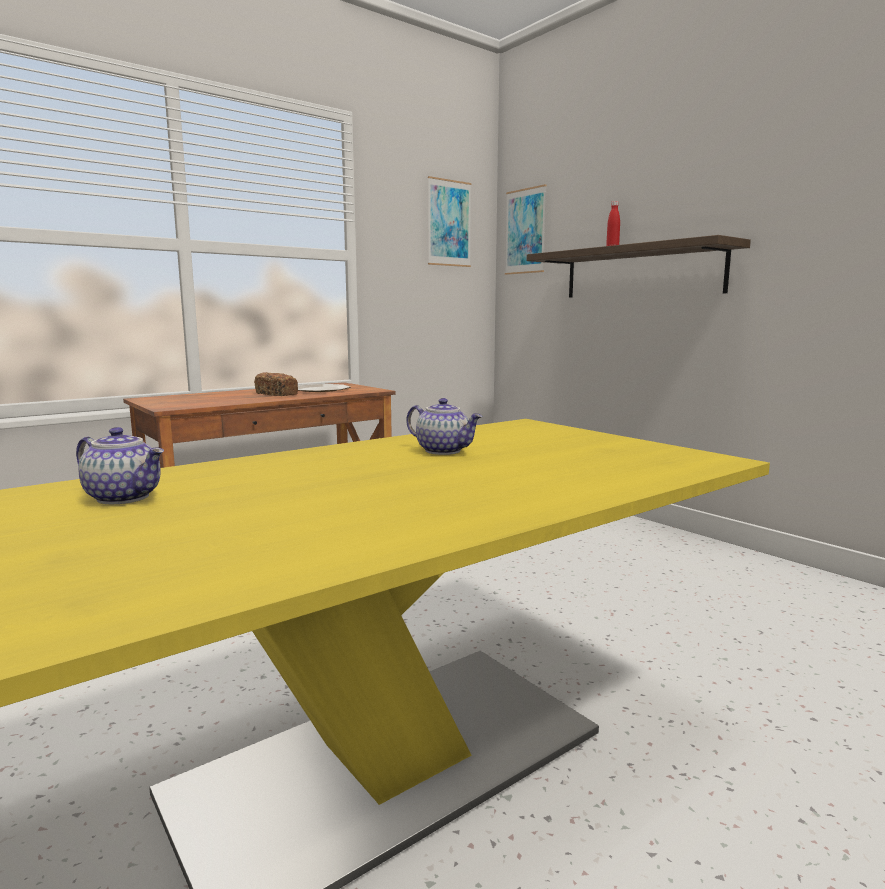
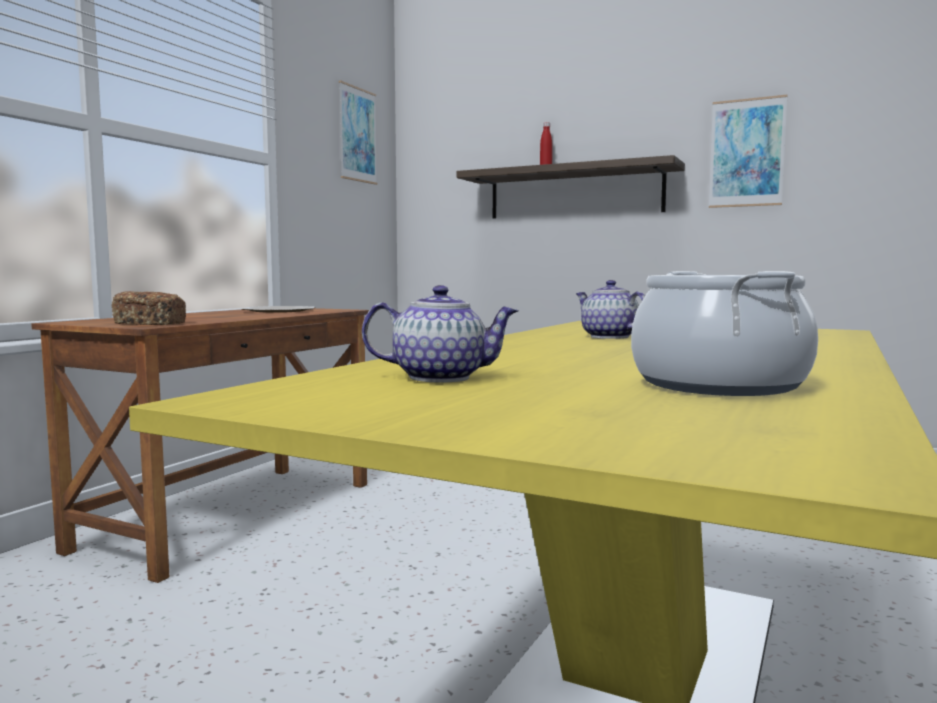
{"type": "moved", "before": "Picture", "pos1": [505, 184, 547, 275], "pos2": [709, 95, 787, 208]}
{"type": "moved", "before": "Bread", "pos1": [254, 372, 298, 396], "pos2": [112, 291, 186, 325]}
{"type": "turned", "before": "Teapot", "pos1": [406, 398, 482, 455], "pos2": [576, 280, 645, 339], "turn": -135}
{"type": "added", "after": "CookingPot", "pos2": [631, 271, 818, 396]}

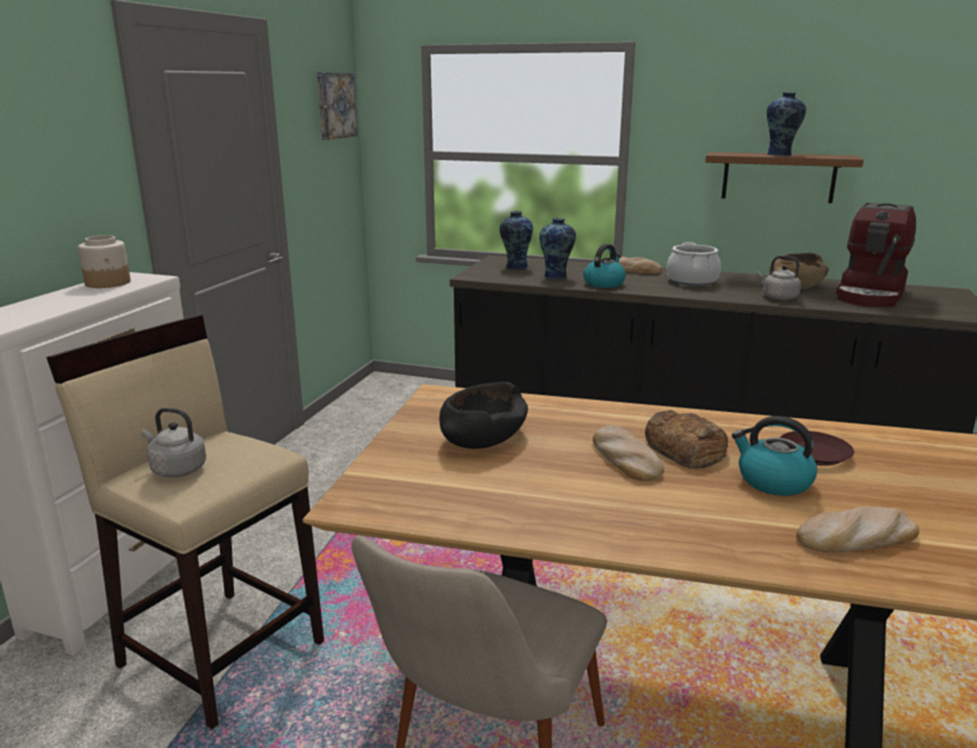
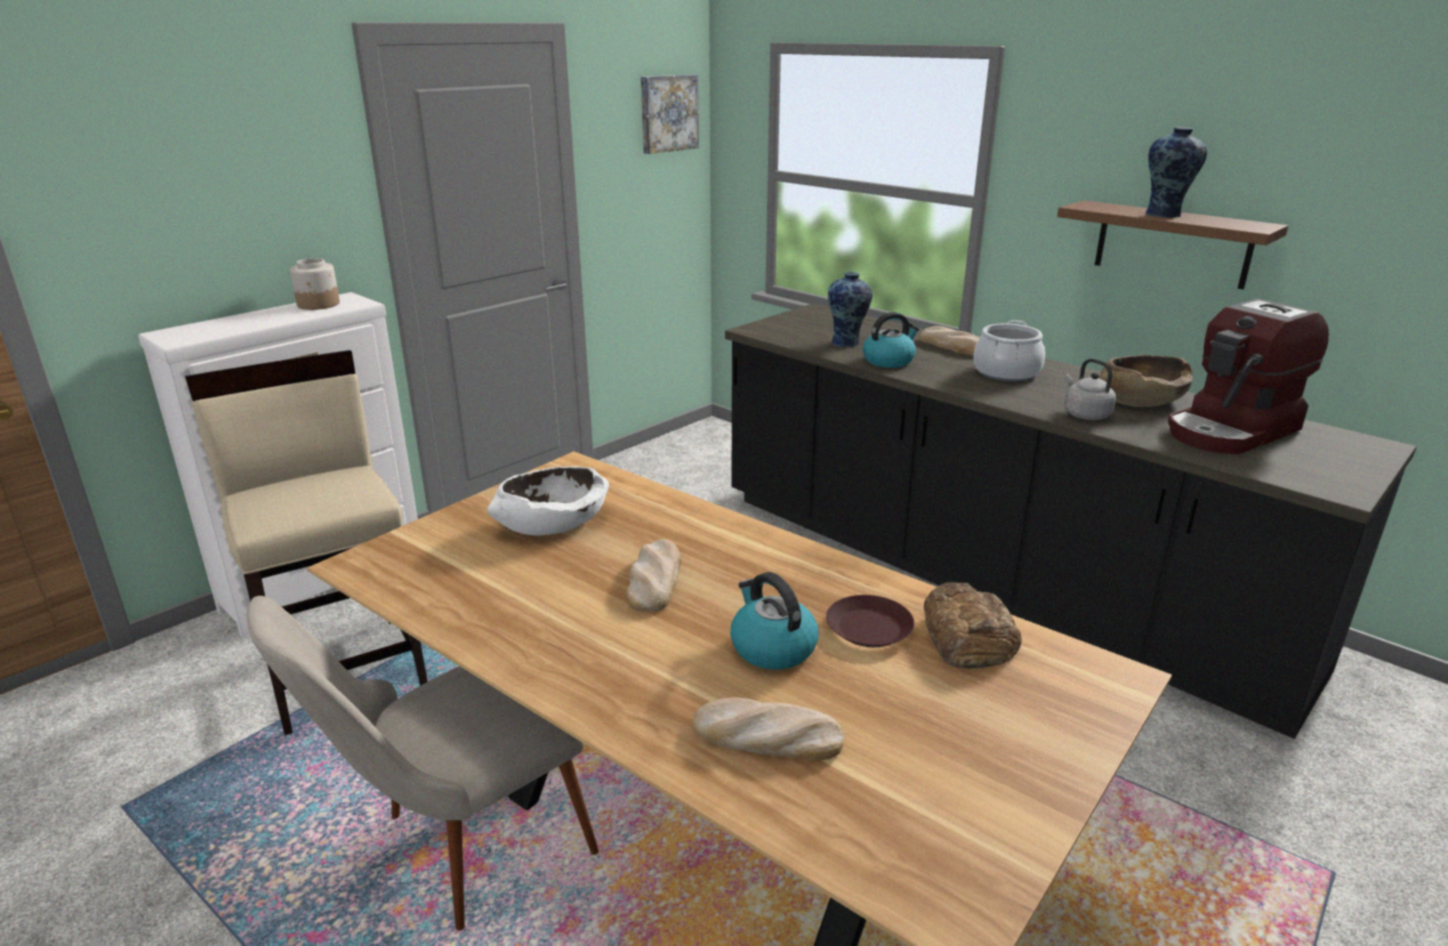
{"type": "removed", "before": "Vase", "pos1": [500, 211, 533, 269]}
{"type": "recoloured", "before": "BlackBowl", "after": "WhiteBowl", "pos1": [439, 382, 528, 449], "pos2": [487, 466, 609, 536]}
{"type": "removed", "before": "GreyKettle", "pos1": [142, 408, 206, 478]}
{"type": "moved", "before": "Bread", "pos1": [645, 410, 728, 469], "pos2": [924, 582, 1022, 669]}

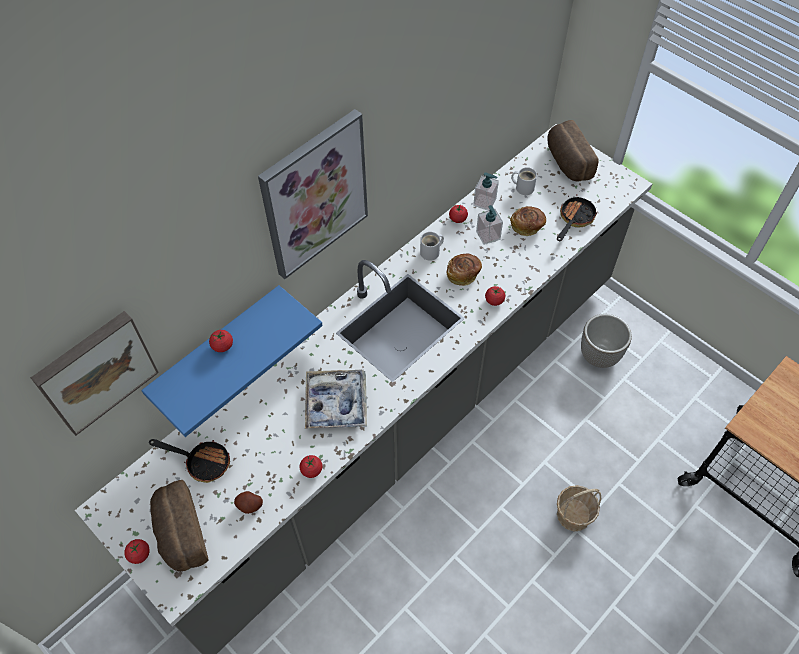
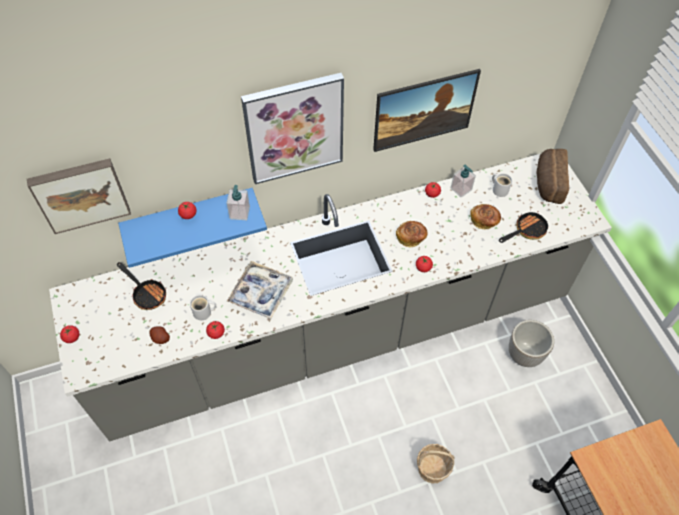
{"type": "moved", "before": "SoapDispenser", "pos1": [476, 205, 503, 245], "pos2": [227, 185, 250, 220]}
{"type": "moved", "before": "WhiteMug", "pos1": [420, 232, 444, 261], "pos2": [190, 295, 216, 320]}
{"type": "removed", "before": "Bread", "pos1": [150, 480, 209, 572]}
{"type": "added", "after": "Picture", "pos2": [373, 69, 481, 152]}

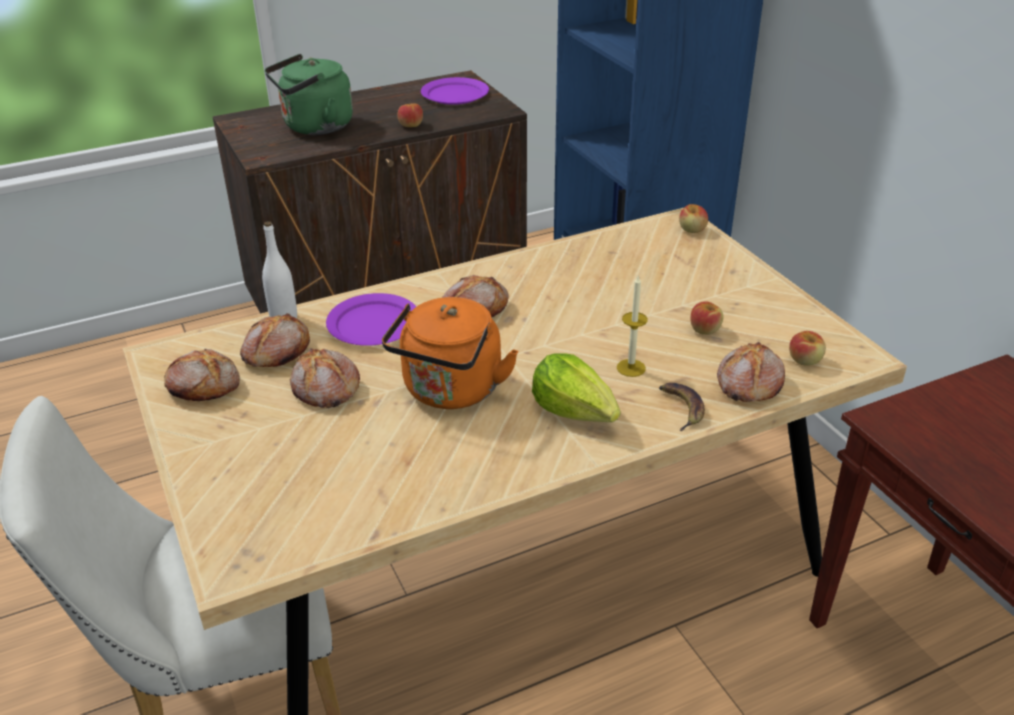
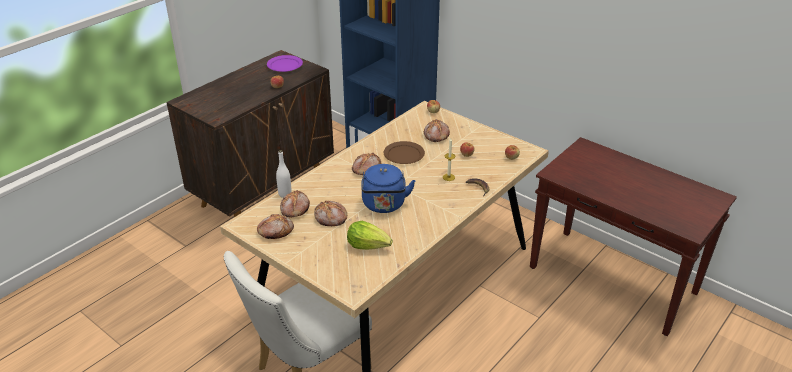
{"type": "removed", "before": "GreenKettle", "pos1": [265, 54, 353, 135]}
{"type": "removed", "before": "PurplePlate", "pos1": [326, 293, 416, 346]}
{"type": "recoloured", "before": "OrangeKettle", "after": "BlueKettle", "pos1": [382, 297, 519, 409], "pos2": [361, 164, 415, 213]}
{"type": "moved", "before": "Bread", "pos1": [717, 342, 785, 402], "pos2": [424, 119, 450, 142]}
{"type": "moved", "before": "Lettuce", "pos1": [532, 353, 620, 422], "pos2": [347, 221, 393, 250]}
{"type": "added", "after": "BrownPlate", "pos2": [384, 141, 425, 164]}

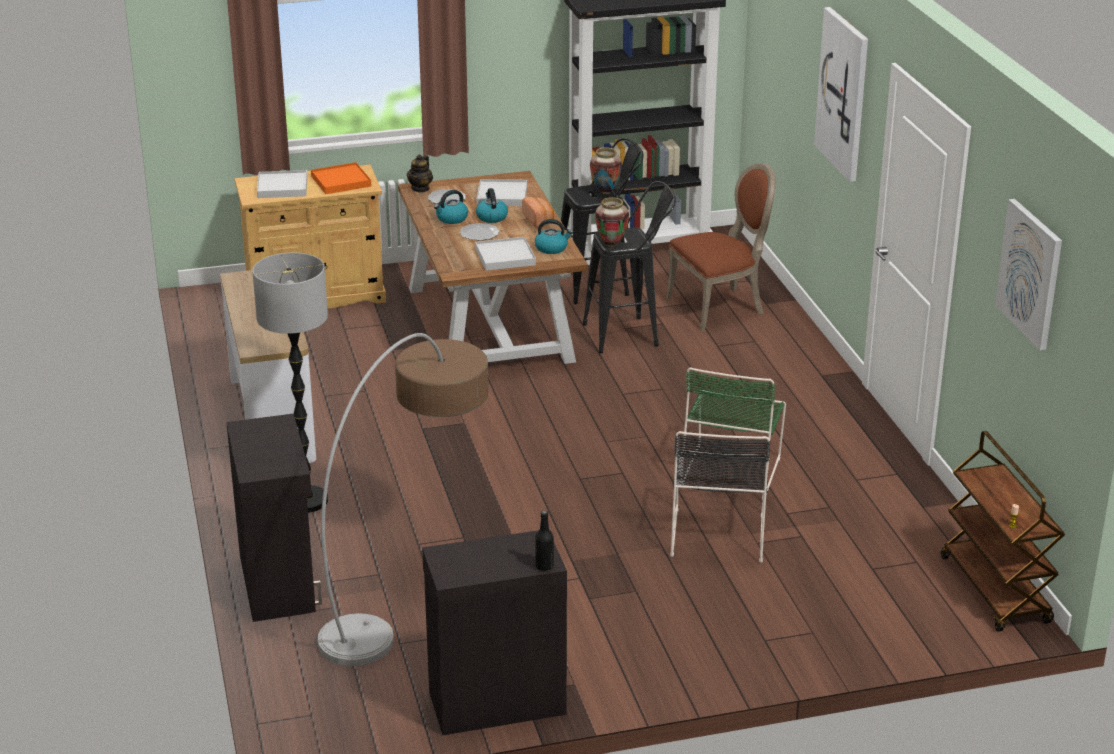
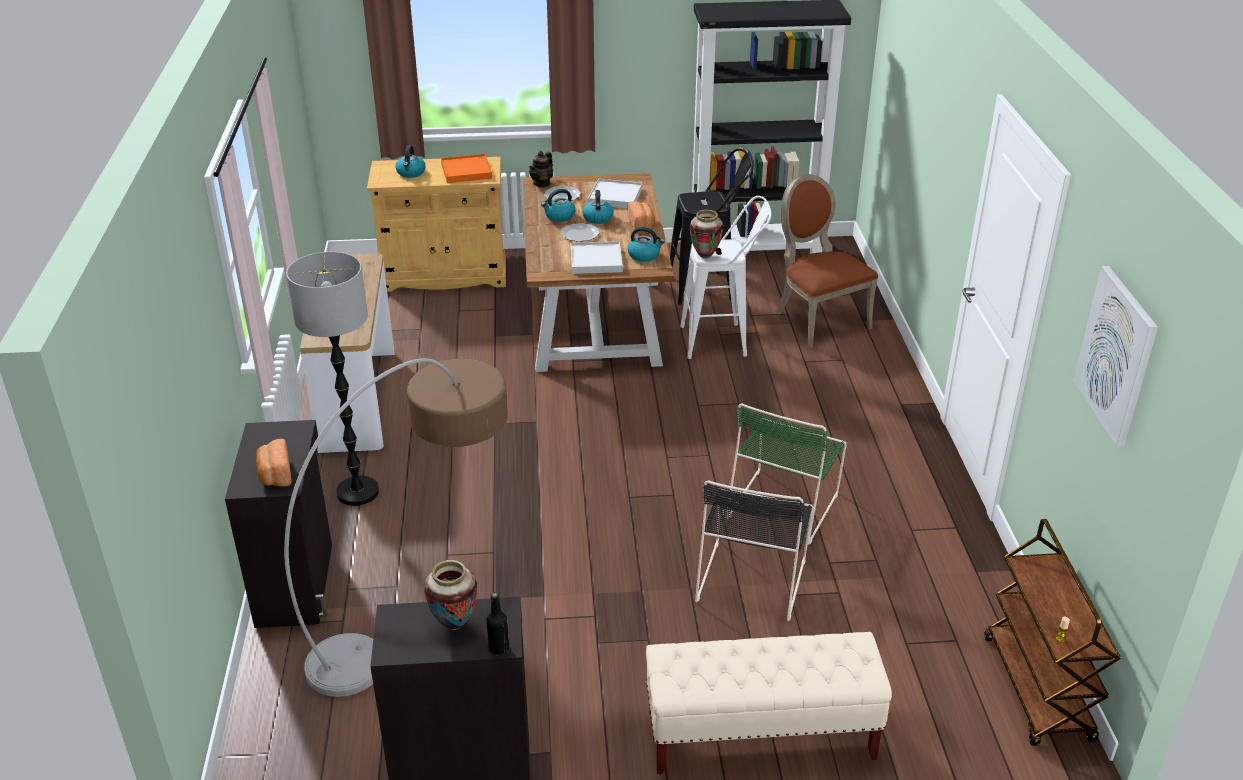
{"type": "removed", "before": "Picture", "pos1": [814, 7, 868, 182]}
{"type": "moved", "before": "Vase", "pos1": [590, 147, 622, 195], "pos2": [424, 560, 477, 630]}
{"type": "turned", "before": "BrownChair", "pos1": [666, 164, 776, 332], "pos2": [775, 174, 878, 349], "turn": -105}
{"type": "replaced", "before": "WhiteTray", "after": "Kettle", "pos1": [257, 170, 307, 198], "pos2": [395, 145, 426, 178]}
{"type": "recoloured", "before": "BlackStool", "after": "WhiteStool", "pos1": [583, 181, 676, 353], "pos2": [680, 196, 772, 359]}
{"type": "added", "after": "Bread", "pos2": [256, 439, 292, 487]}
{"type": "added", "after": "BeigeBench", "pos2": [646, 632, 892, 774]}

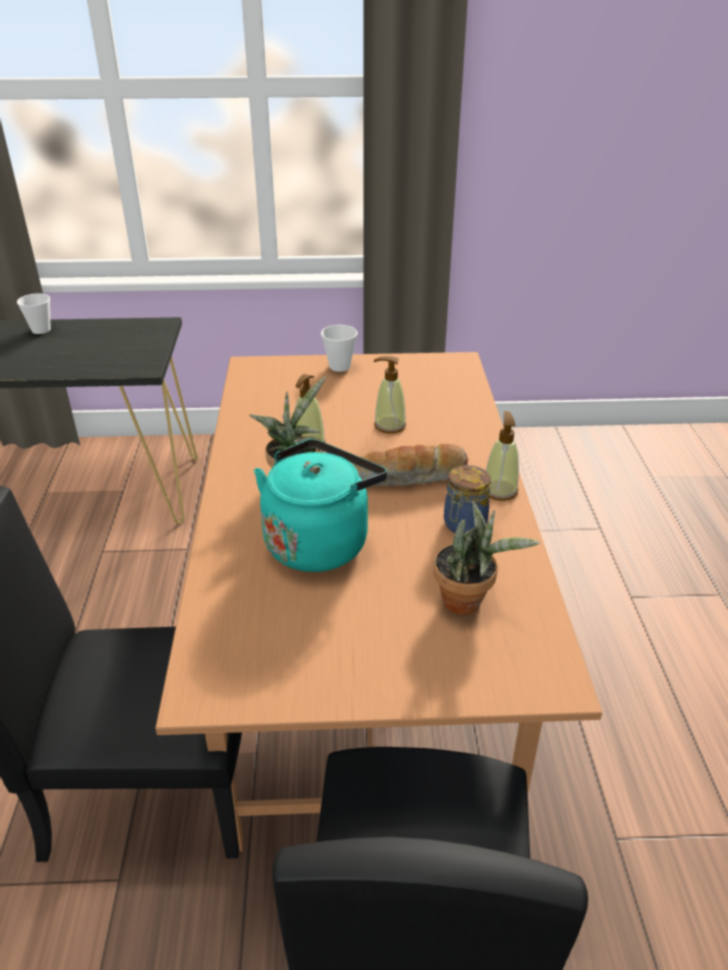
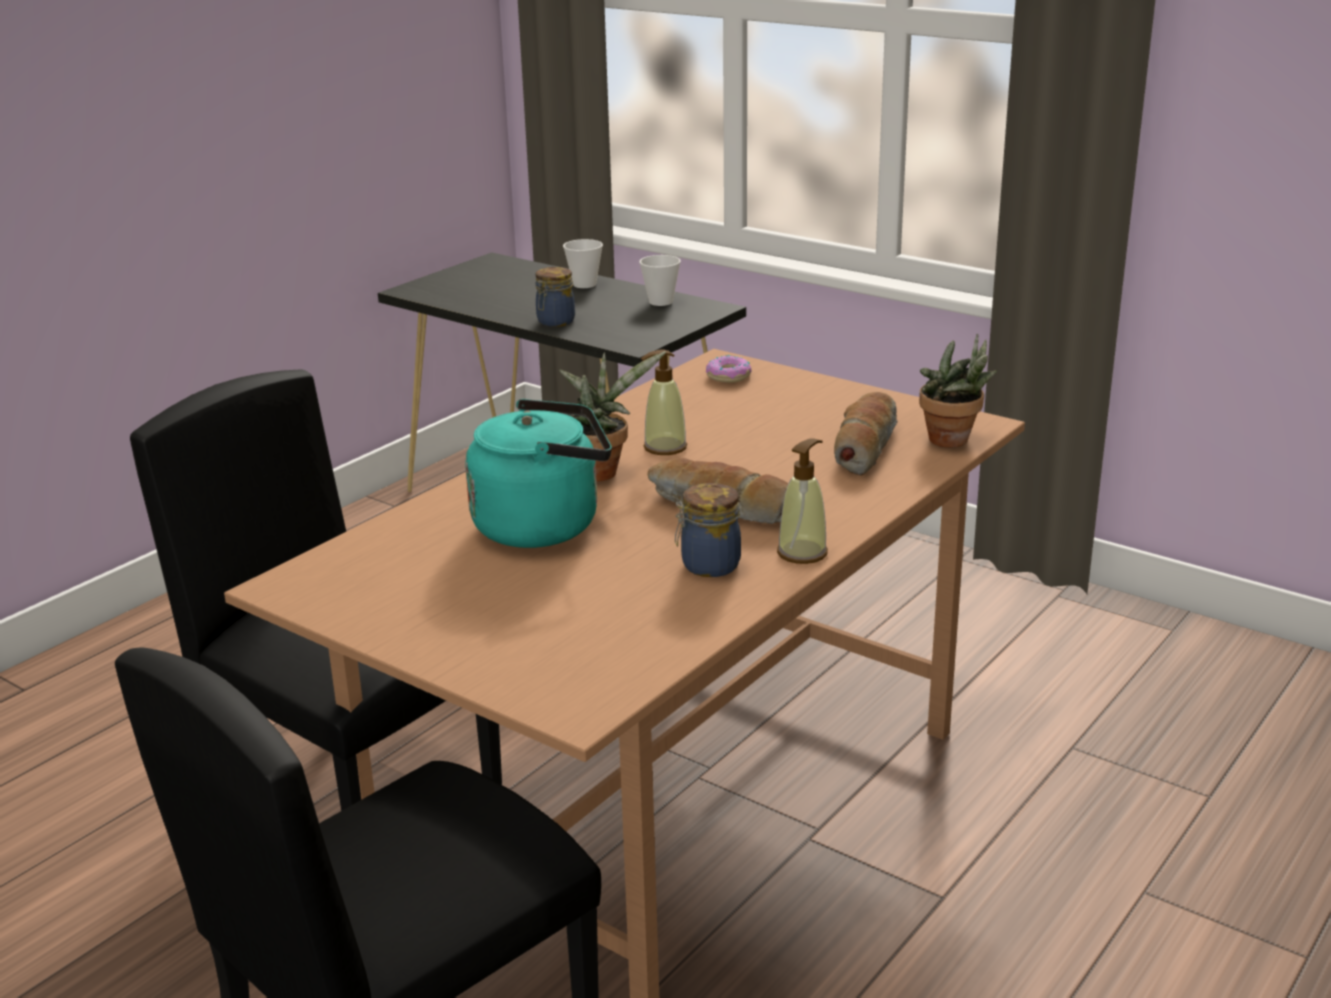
{"type": "moved", "before": "Cup", "pos1": [321, 325, 358, 372], "pos2": [639, 255, 681, 306]}
{"type": "removed", "before": "SoapDispenser", "pos1": [374, 356, 406, 434]}
{"type": "moved", "before": "PottedPlant", "pos1": [434, 501, 540, 615], "pos2": [919, 334, 997, 448]}
{"type": "added", "after": "Jar", "pos2": [535, 267, 575, 327]}
{"type": "added", "after": "Donut", "pos2": [706, 355, 751, 383]}
{"type": "added", "after": "Bread", "pos2": [834, 392, 898, 476]}

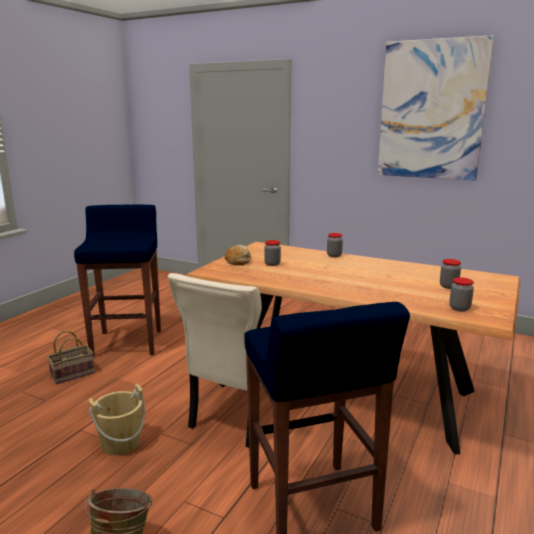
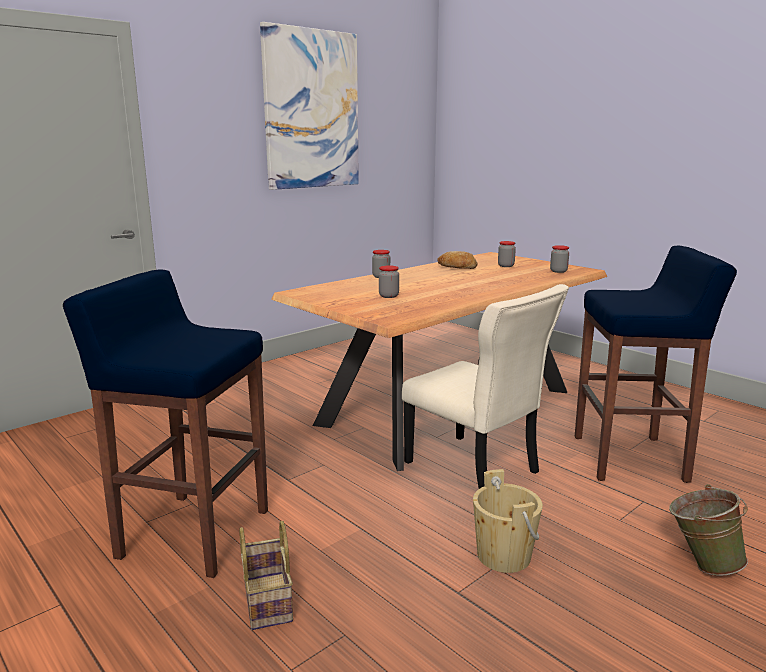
{"type": "moved", "before": "Bread", "pos1": [225, 245, 251, 266], "pos2": [437, 251, 477, 269]}

